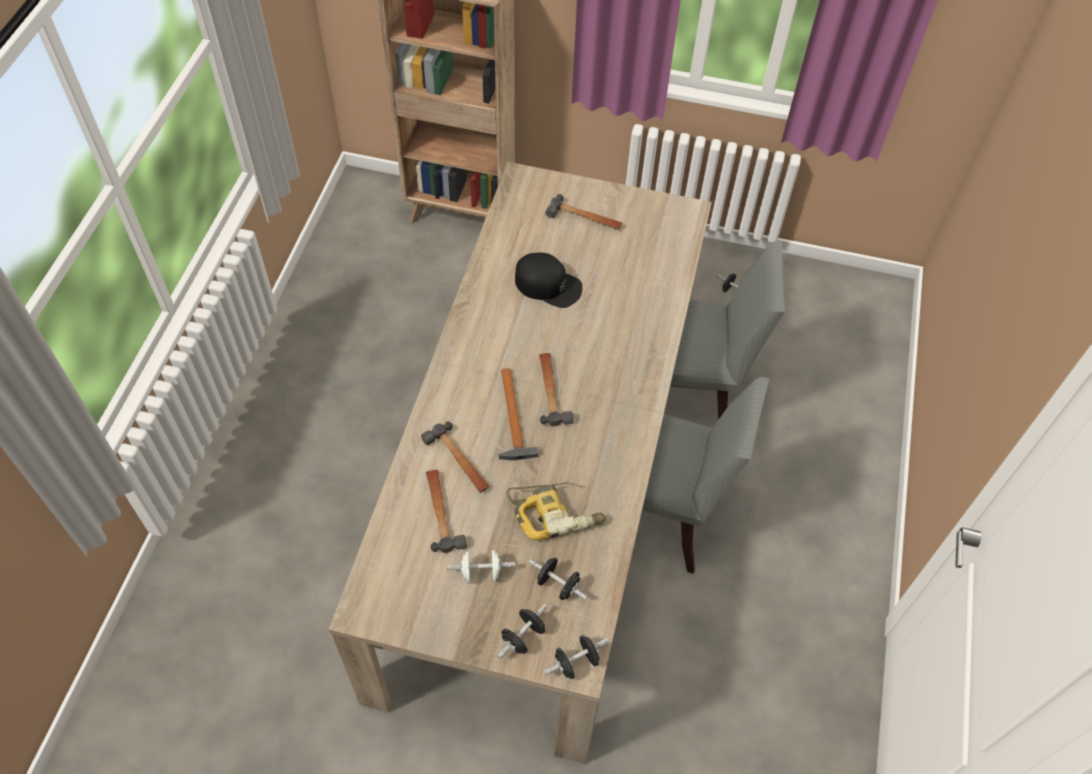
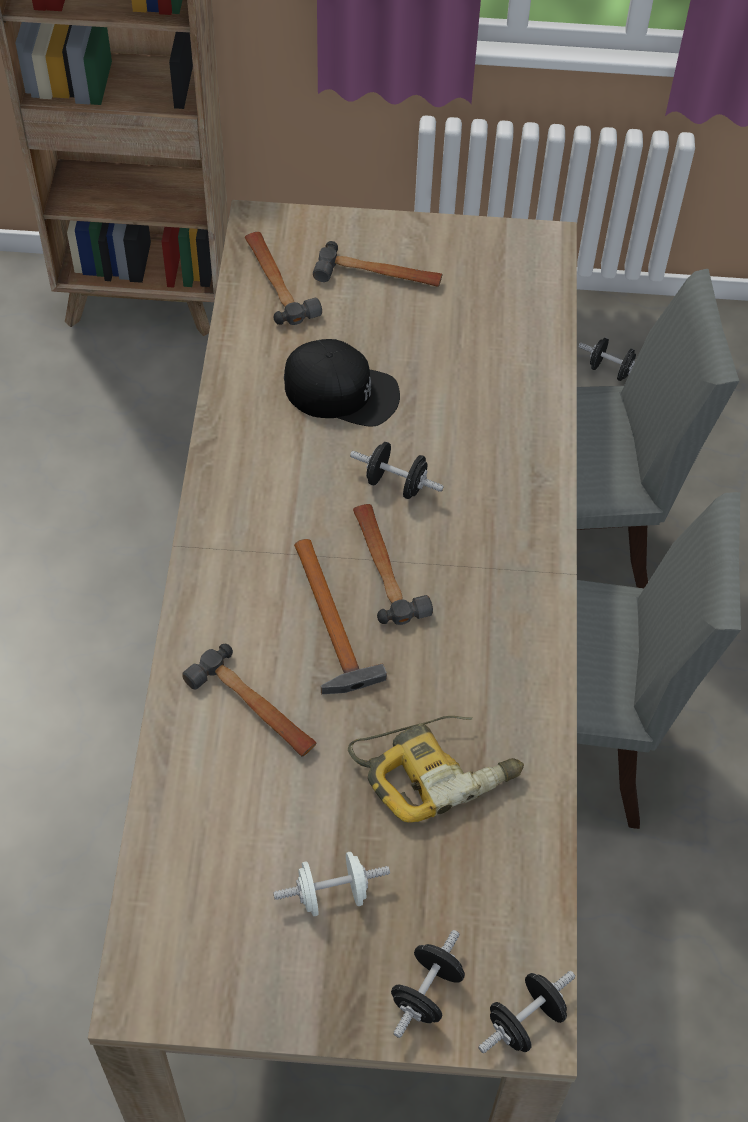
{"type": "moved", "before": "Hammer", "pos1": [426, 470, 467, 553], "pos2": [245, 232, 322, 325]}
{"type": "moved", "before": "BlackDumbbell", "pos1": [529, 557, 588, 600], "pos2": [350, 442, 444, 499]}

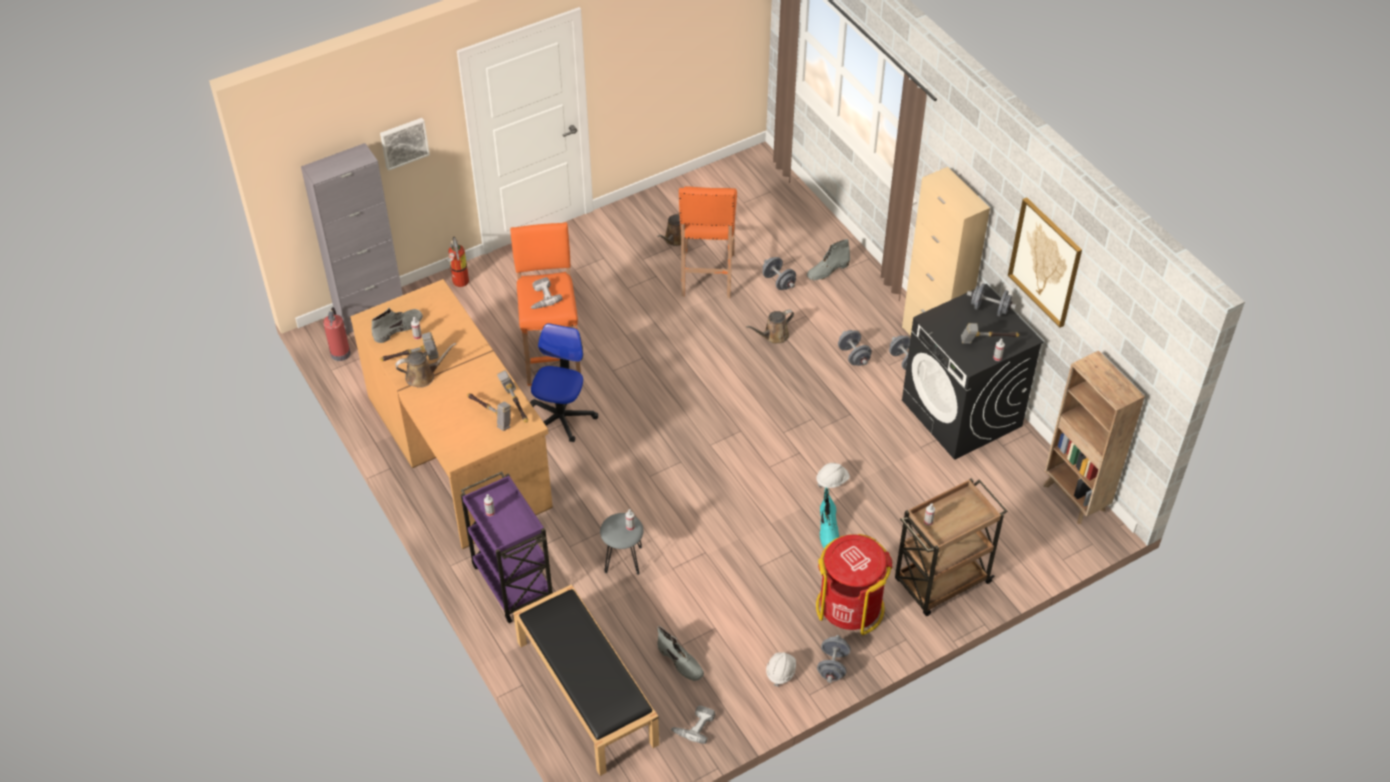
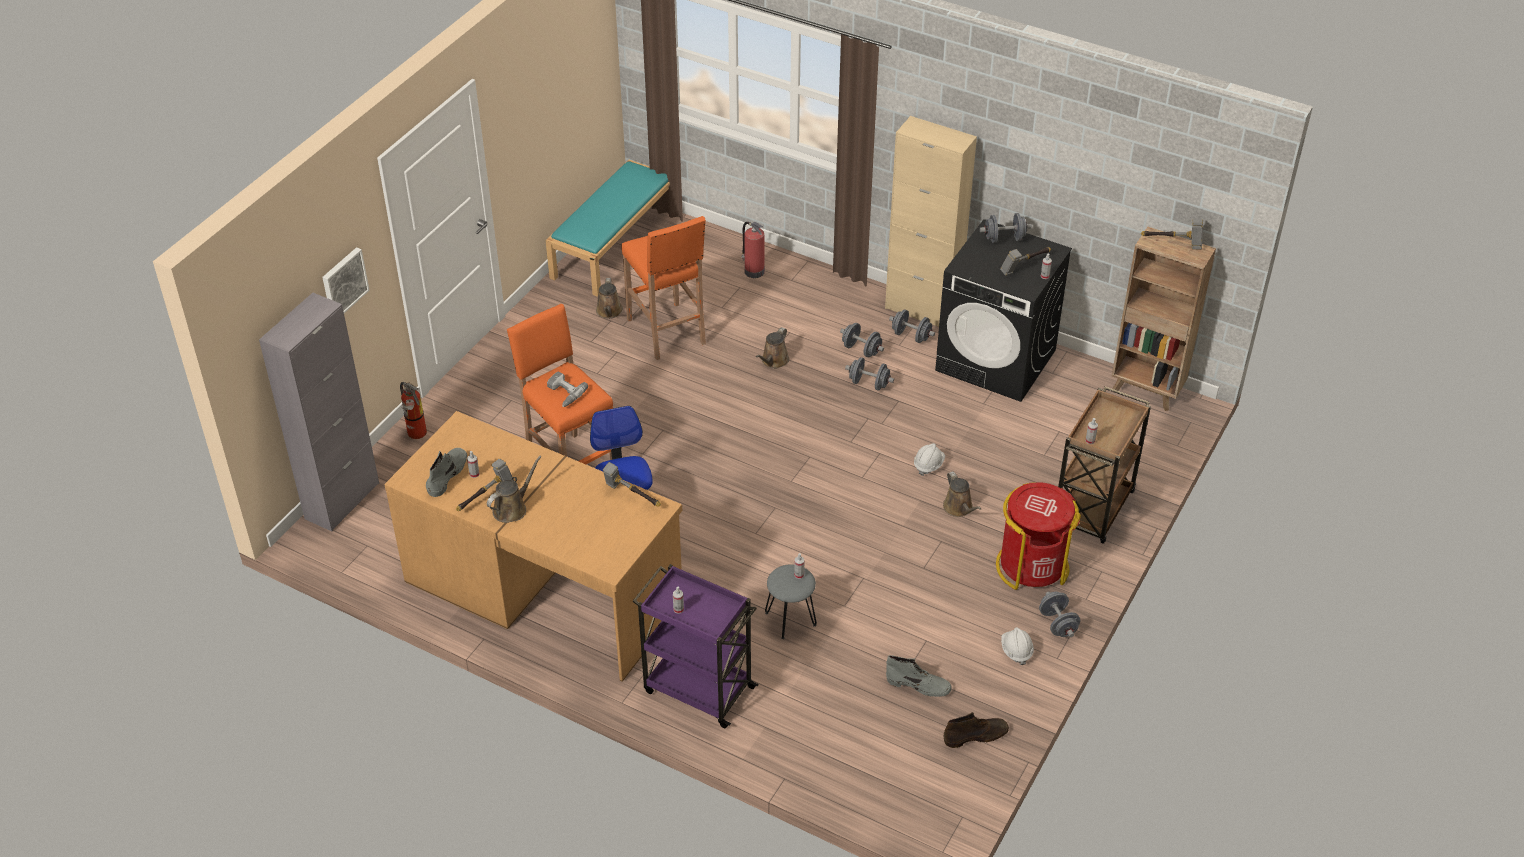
{"type": "removed", "before": "Picture", "pos1": [1008, 197, 1082, 328]}
{"type": "removed", "before": "GreyBoot", "pos1": [807, 239, 850, 280]}
{"type": "moved", "before": "GreyDumbbell", "pos1": [762, 257, 796, 290], "pos2": [845, 357, 894, 391]}
{"type": "moved", "before": "FireExtinguisher", "pos1": [323, 307, 351, 361], "pos2": [741, 222, 765, 278]}
{"type": "moved", "before": "Hammer", "pos1": [467, 393, 511, 431], "pos2": [1141, 219, 1203, 249]}
{"type": "replaced", "before": "TurquoiseBoot", "after": "BrownWateringCan", "pos1": [820, 488, 839, 548], "pos2": [943, 471, 981, 517]}
{"type": "removed", "before": "BlackBench", "pos1": [513, 584, 659, 776]}
{"type": "replaced", "before": "PowerDrill", "after": "BrownBoot", "pos1": [671, 706, 715, 744], "pos2": [944, 712, 1009, 748]}
{"type": "added", "after": "TurquoiseBench", "pos2": [546, 160, 670, 297]}

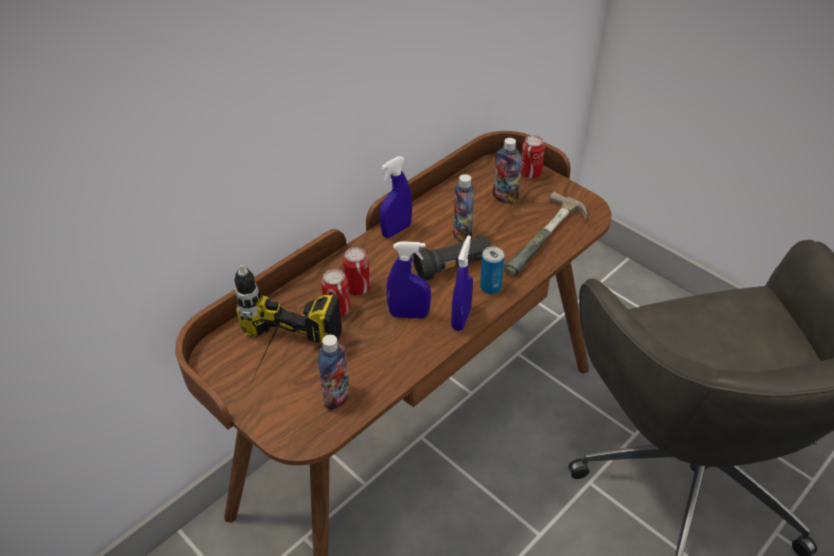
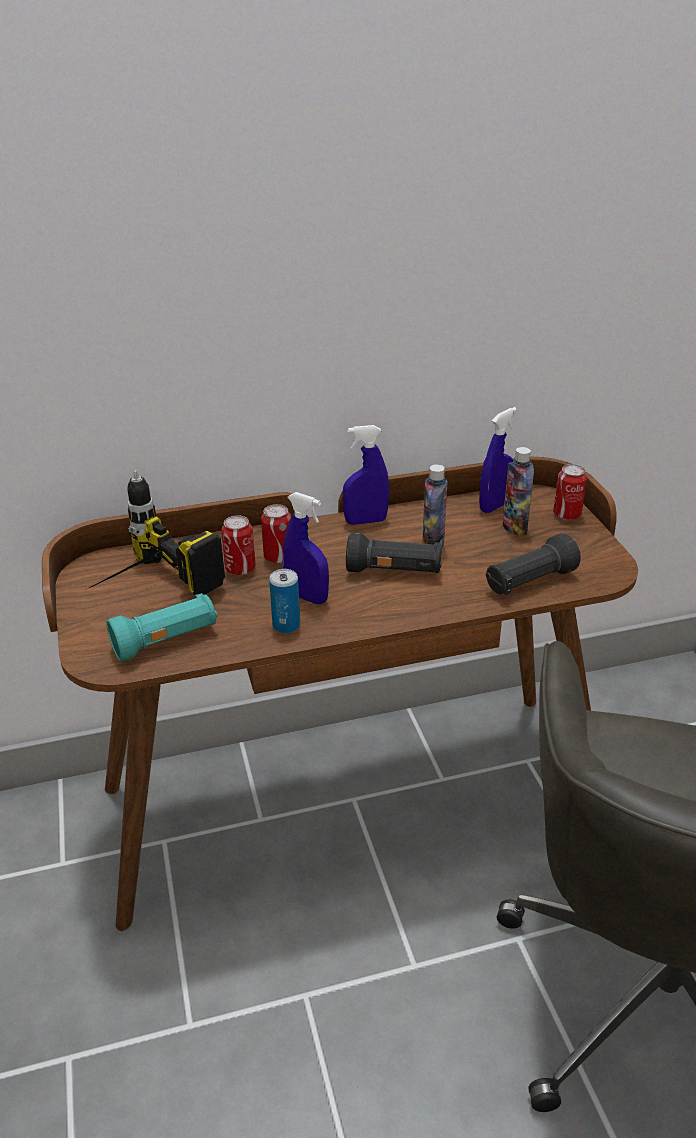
{"type": "replaced", "before": "Hammer", "after": "BlackFlashlight", "pos1": [504, 191, 587, 276], "pos2": [486, 533, 581, 595]}
{"type": "moved", "before": "BlueSprayBottle", "pos1": [451, 235, 473, 331], "pos2": [479, 407, 517, 513]}
{"type": "moved", "before": "Can", "pos1": [480, 246, 504, 294], "pos2": [269, 569, 300, 633]}
{"type": "replaced", "before": "Bottle", "after": "TurquoiseFlashlight", "pos1": [318, 334, 350, 410], "pos2": [106, 593, 217, 661]}

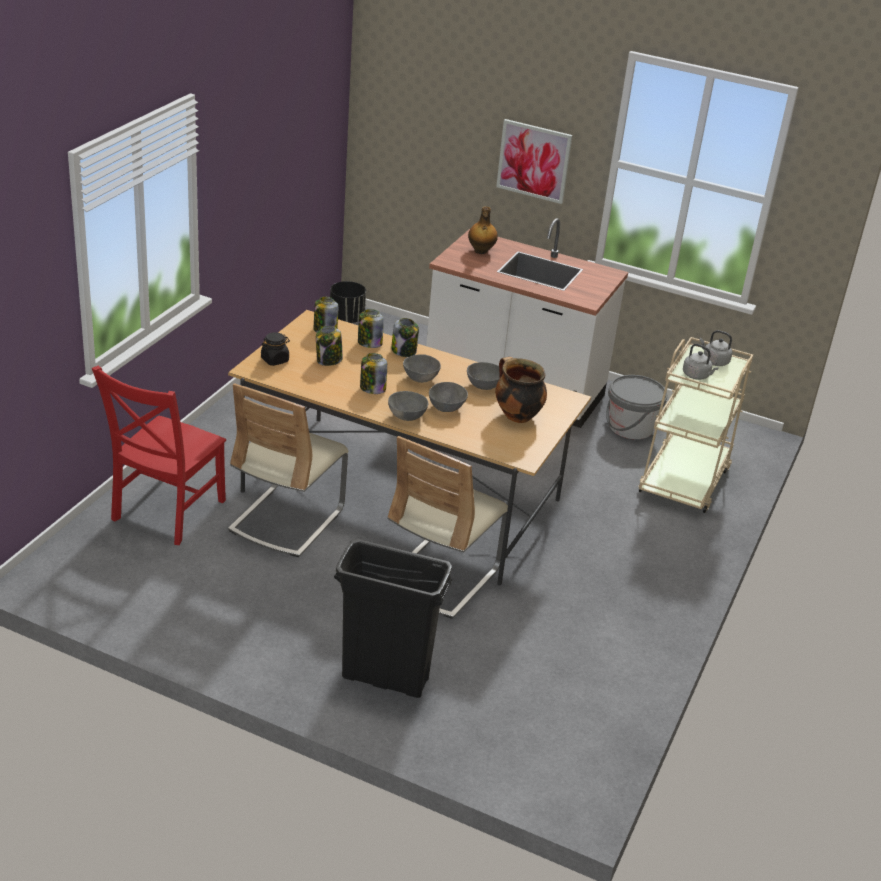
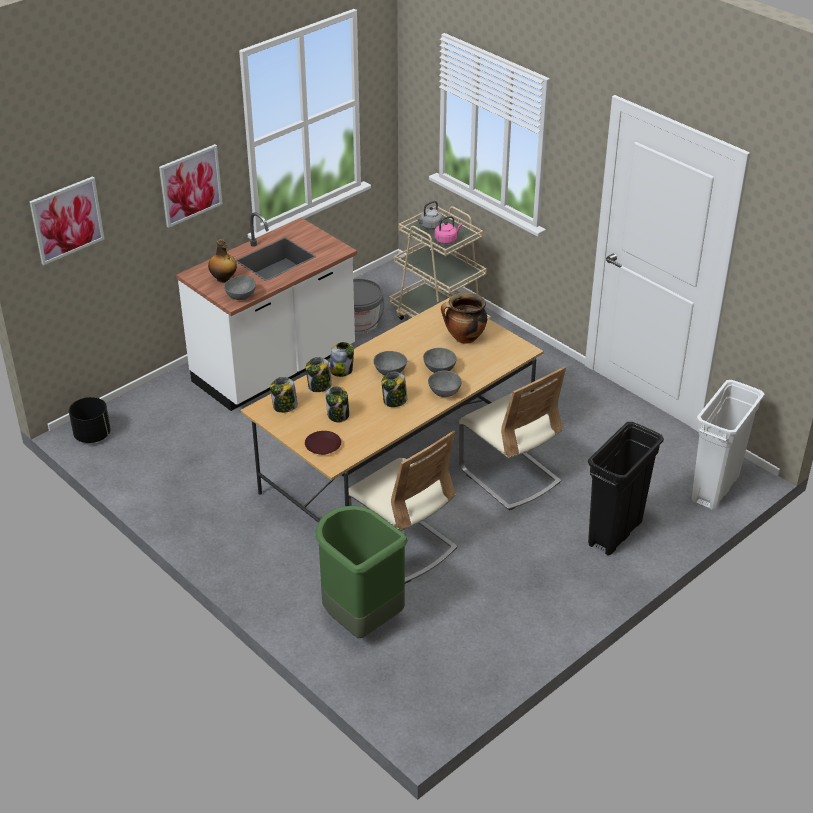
{"type": "replaced", "before": "BlackJar", "after": "BrownPlate", "pos1": [261, 332, 290, 366], "pos2": [305, 431, 341, 455]}
{"type": "recoloured", "before": "GreyKettle", "after": "PinkKettle", "pos1": [683, 344, 719, 380], "pos2": [435, 216, 462, 244]}
{"type": "moved", "before": "GreyBowl", "pos1": [467, 362, 500, 390], "pos2": [224, 276, 256, 300]}
{"type": "replaced", "before": "RedChair", "after": "GreenTrashCan", "pos1": [92, 366, 226, 545], "pos2": [315, 506, 408, 638]}
{"type": "added", "after": "Picture", "pos2": [29, 176, 104, 265]}
{"type": "added", "after": "WhiteTrashCan", "pos2": [692, 380, 765, 510]}

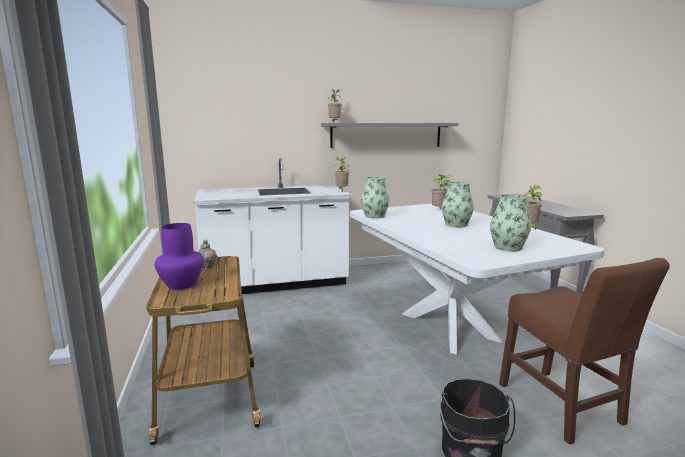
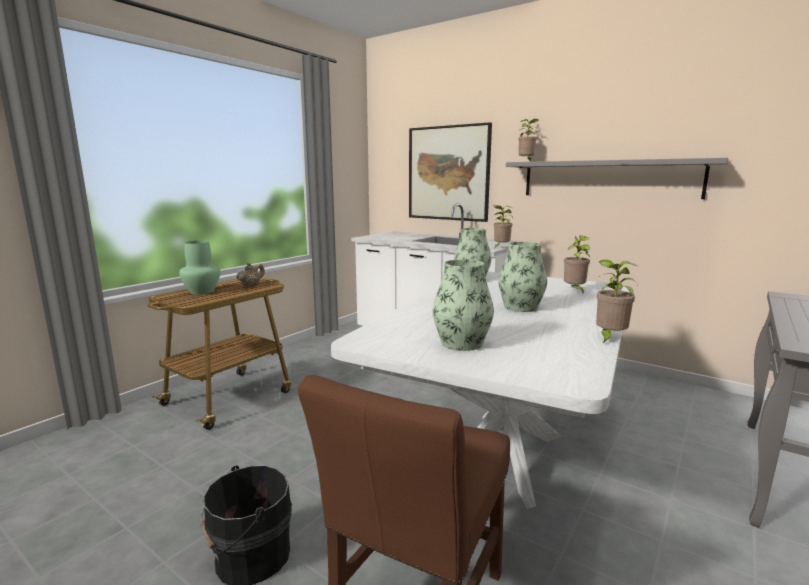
{"type": "recoloured", "before": "PurpleVase", "after": "GreenVase", "pos1": [154, 223, 204, 290], "pos2": [179, 241, 220, 294]}
{"type": "added", "after": "Picture", "pos2": [409, 122, 492, 222]}

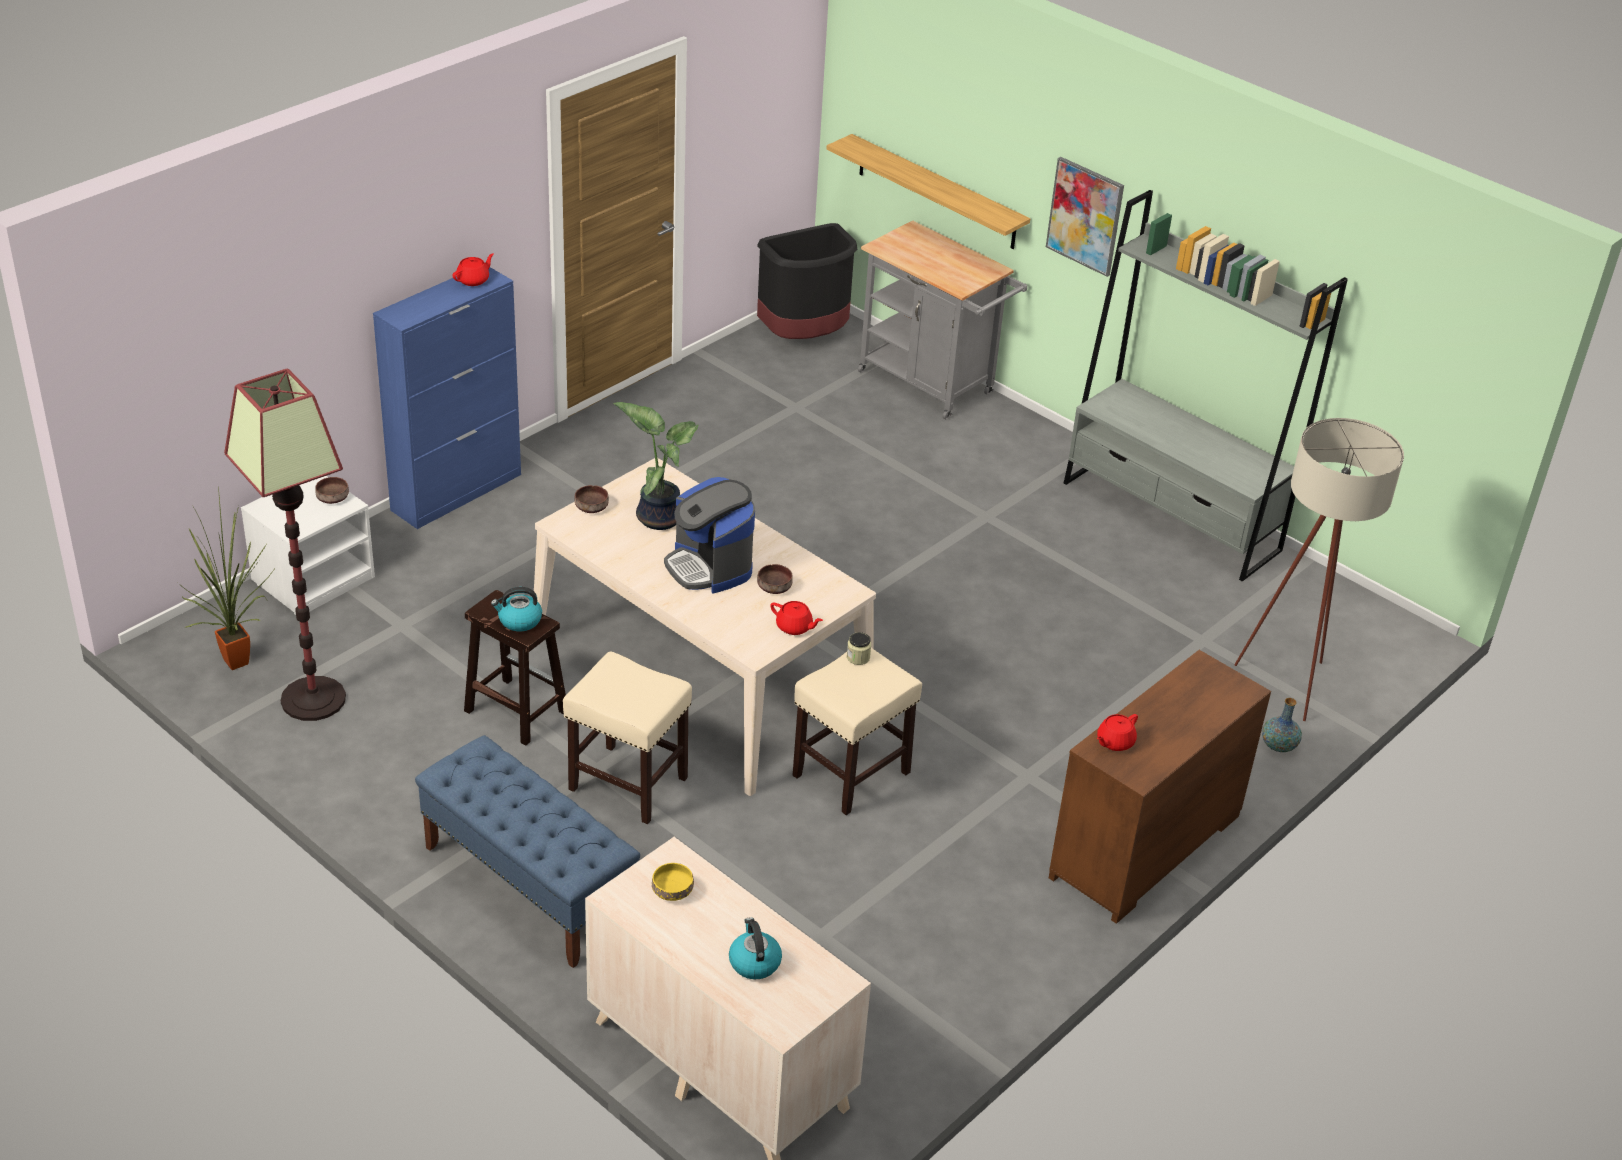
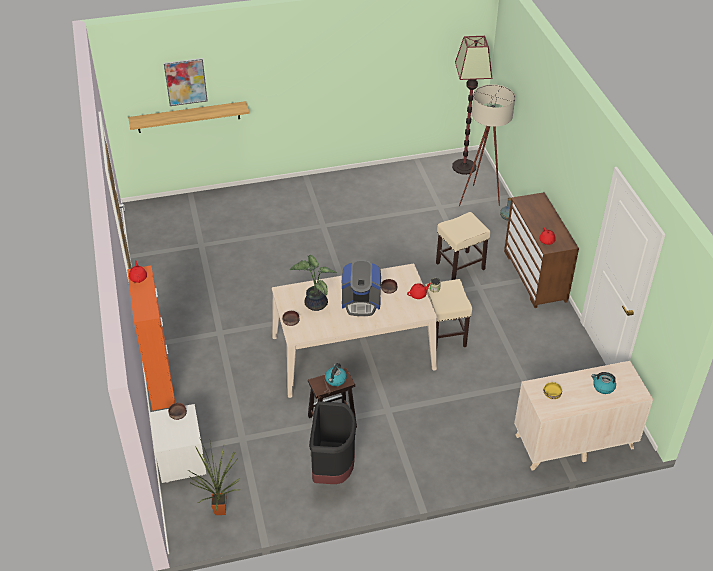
{"type": "moved", "before": "Picture", "pos1": [1046, 157, 1124, 277], "pos2": [164, 58, 208, 106]}
{"type": "removed", "before": "GreyBookcase", "pos1": [1064, 190, 1348, 581]}
{"type": "removed", "before": "GreyCart", "pos1": [858, 221, 1027, 419]}
{"type": "moved", "before": "BlackTrashCan", "pos1": [757, 223, 857, 339], "pos2": [309, 401, 356, 484]}
{"type": "recoloured", "before": "BlueCabinet", "after": "OrangeCabinet", "pos1": [373, 267, 521, 529], "pos2": [127, 266, 175, 410]}
{"type": "moved", "before": "FloorLamp", "pos1": [224, 369, 346, 721], "pos2": [452, 36, 492, 175]}
{"type": "moved", "before": "BeigeStool", "pos1": [563, 652, 692, 824], "pos2": [436, 212, 491, 280]}
{"type": "removed", "before": "BlueBench", "pos1": [415, 735, 640, 968]}

